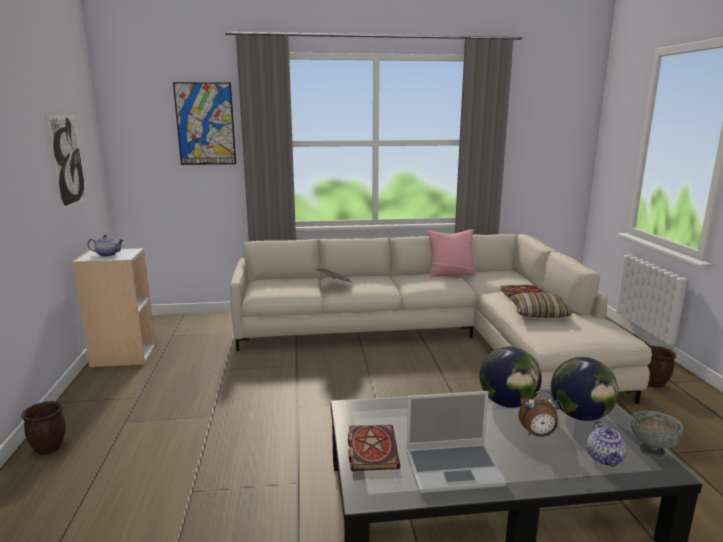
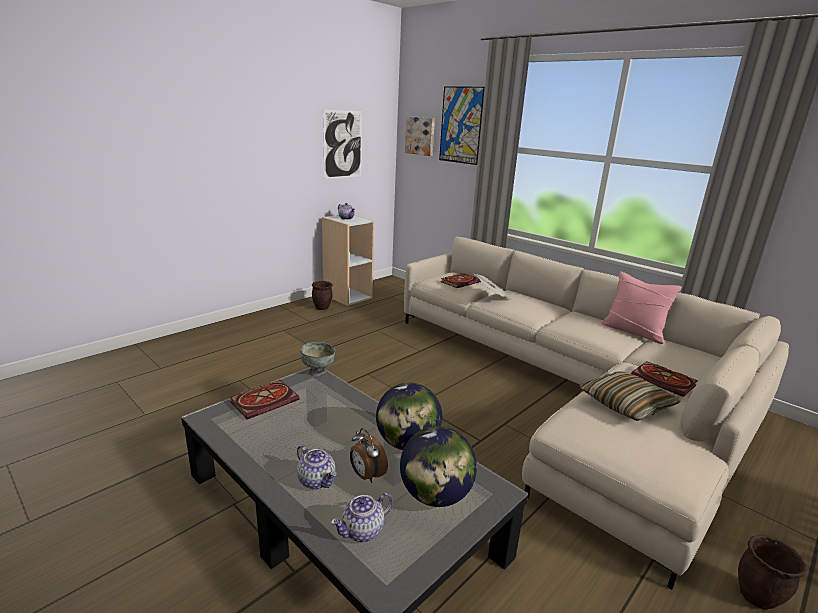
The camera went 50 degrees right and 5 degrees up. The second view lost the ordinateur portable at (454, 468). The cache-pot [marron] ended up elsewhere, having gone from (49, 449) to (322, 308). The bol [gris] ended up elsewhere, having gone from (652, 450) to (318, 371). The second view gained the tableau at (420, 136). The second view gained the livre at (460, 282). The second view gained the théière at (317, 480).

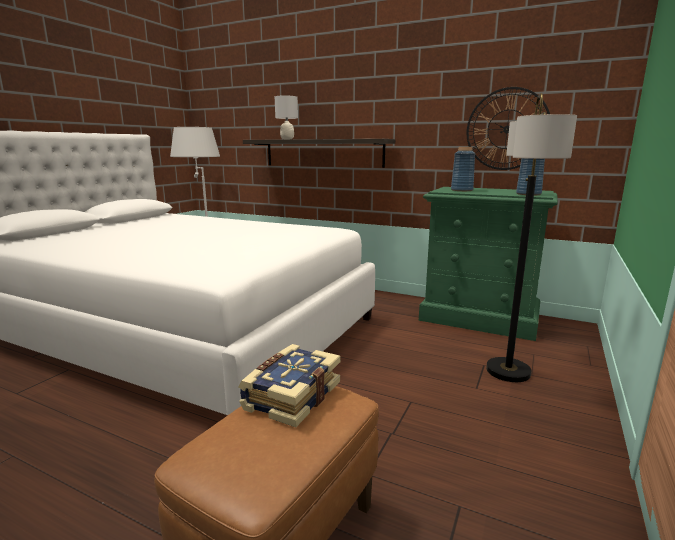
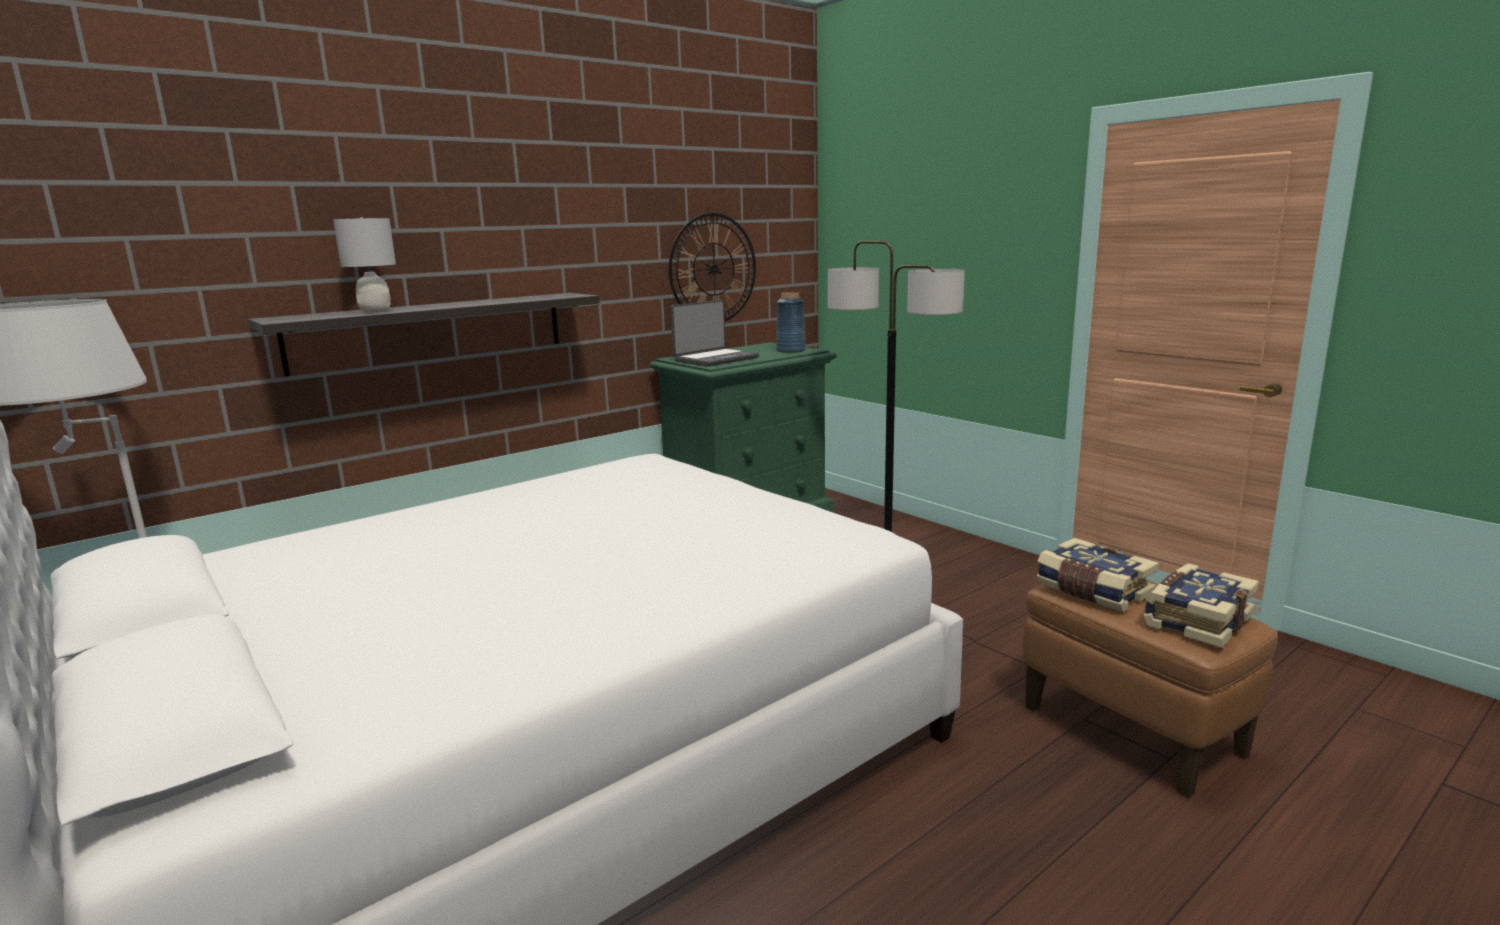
The camera went 65 degrees left and 0 degrees up. Where the vase [bleu] stood at (462, 190), the ordinateur portable came to stand at (715, 359). The second view gained the livre at (1196, 620).

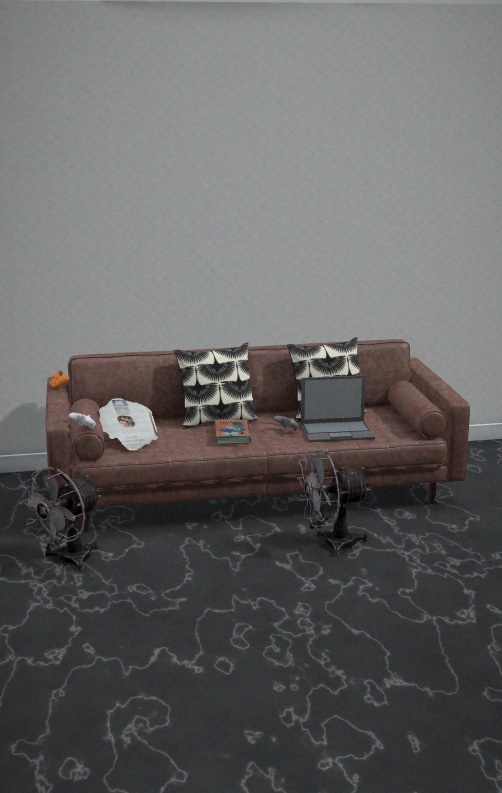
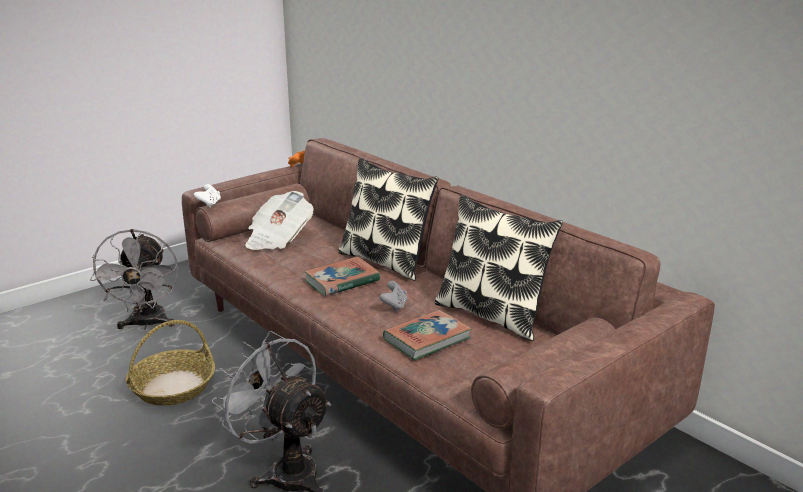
The camera went 60 degrees right and 5 degrees up. Where the ordinateur portable stood at (337, 431), the livre came to stand at (427, 339). The ventilateur [gris] at (67, 561) ended up facing another way, 105 degrees counterclockwise from before. The second view gained the panier at (173, 386).

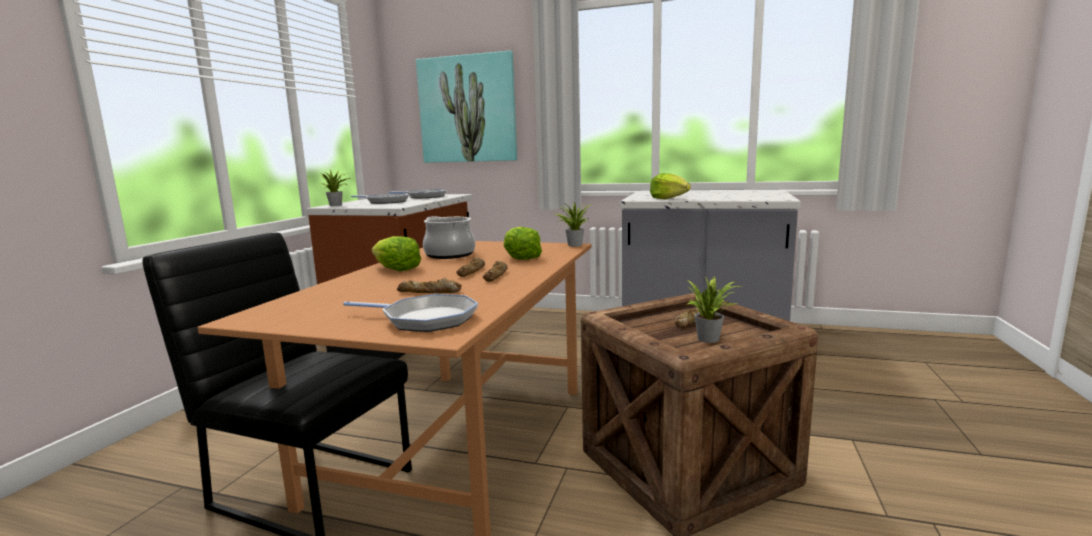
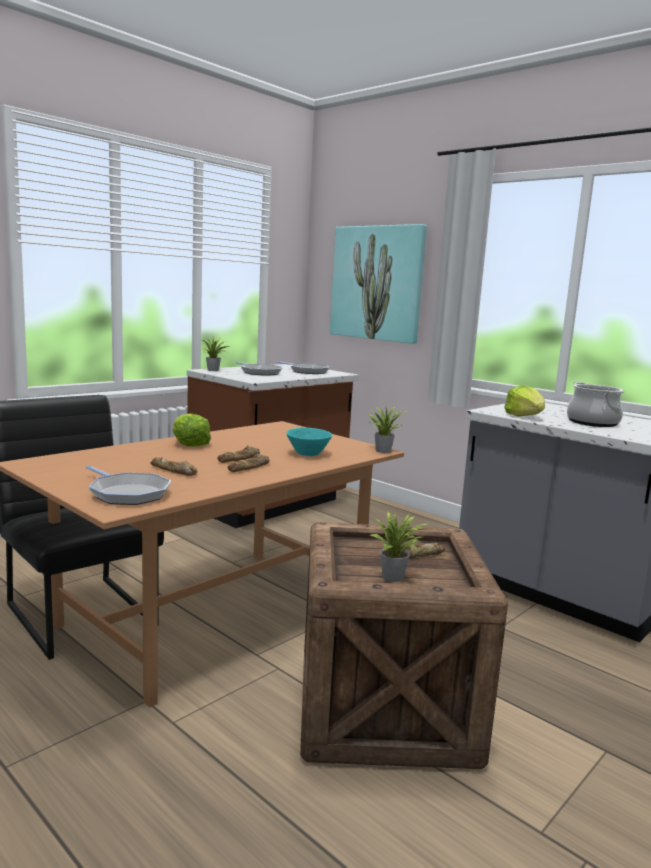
The camera went 25 degrees right and 0 degrees up. The marmite ended up elsewhere, having gone from (449, 255) to (592, 422). Where the laitue stood at (521, 257), the bol [turquoise] came to stand at (307, 454).

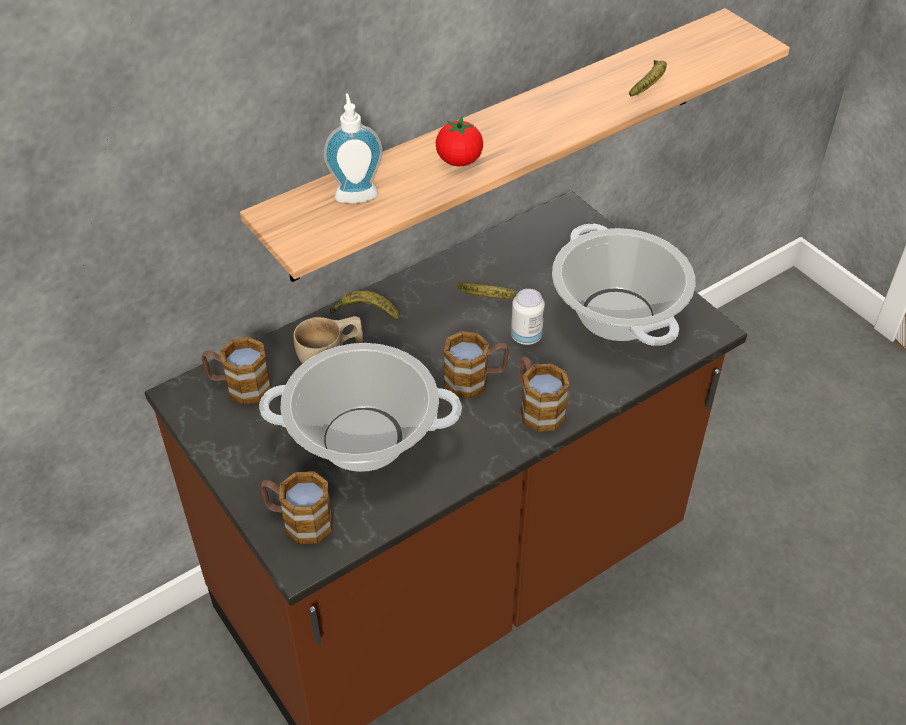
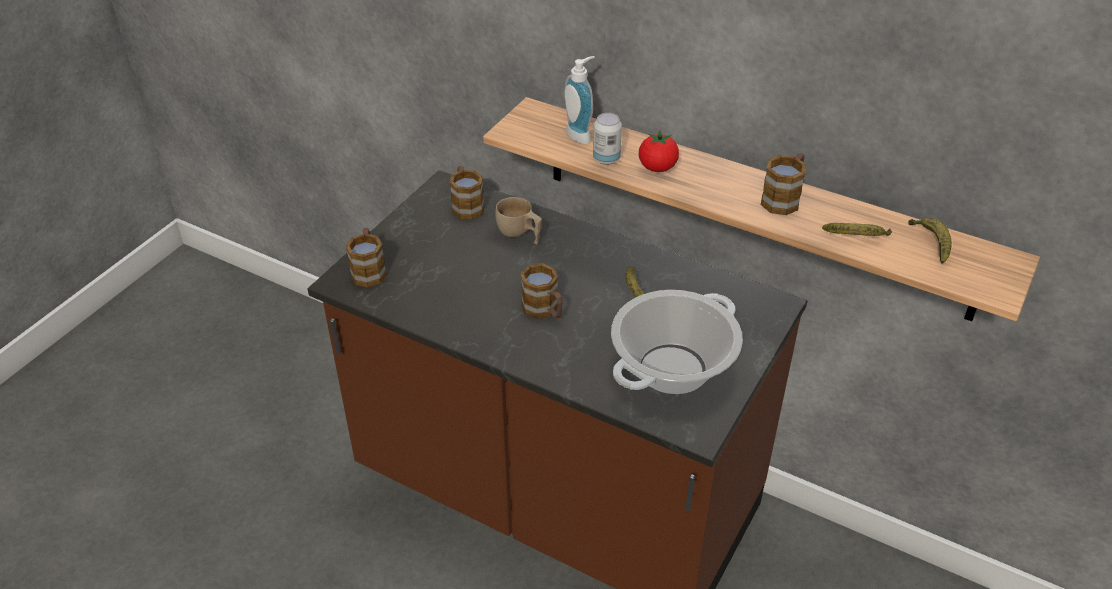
The camera went 65 degrees right and 5 degrees down. The boîte métallique ended up elsewhere, having gone from (526, 336) to (606, 159). The banane ended up elsewhere, having gone from (366, 312) to (931, 243). The second view lost the marmite at (363, 438). The mug ended up elsewhere, having gone from (537, 407) to (784, 198).

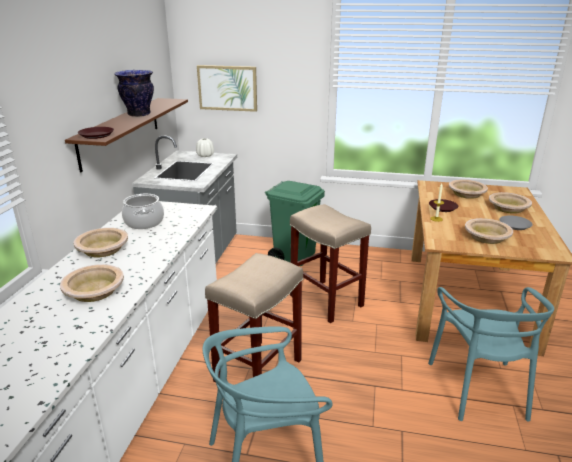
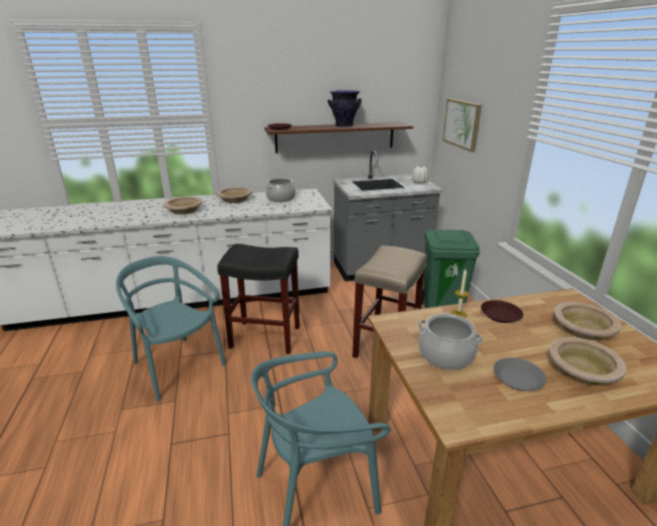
The camera went 65 degrees right and 0 degrees up. Where the bol [beige] stood at (486, 237), the marmite came to stand at (446, 355). What was the tabouret [beige] at (258, 369) turned into the tabouret [noir] at (266, 337).

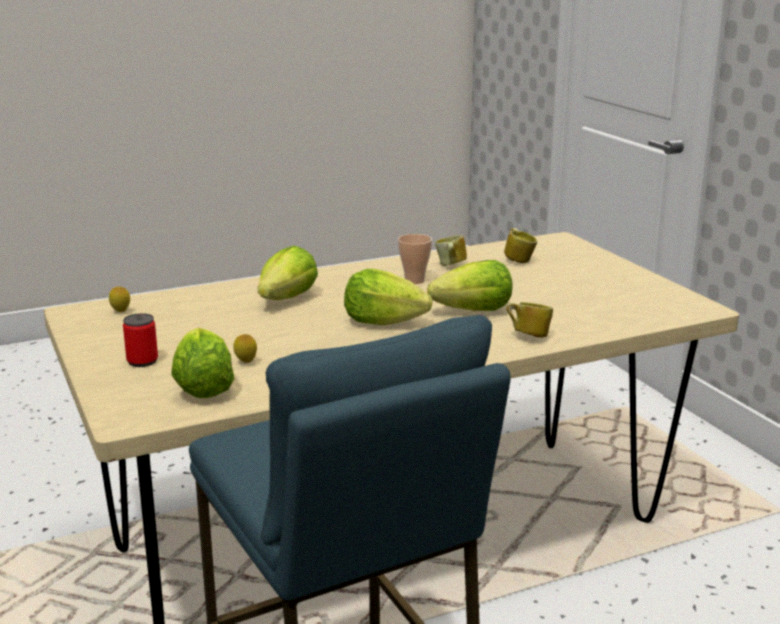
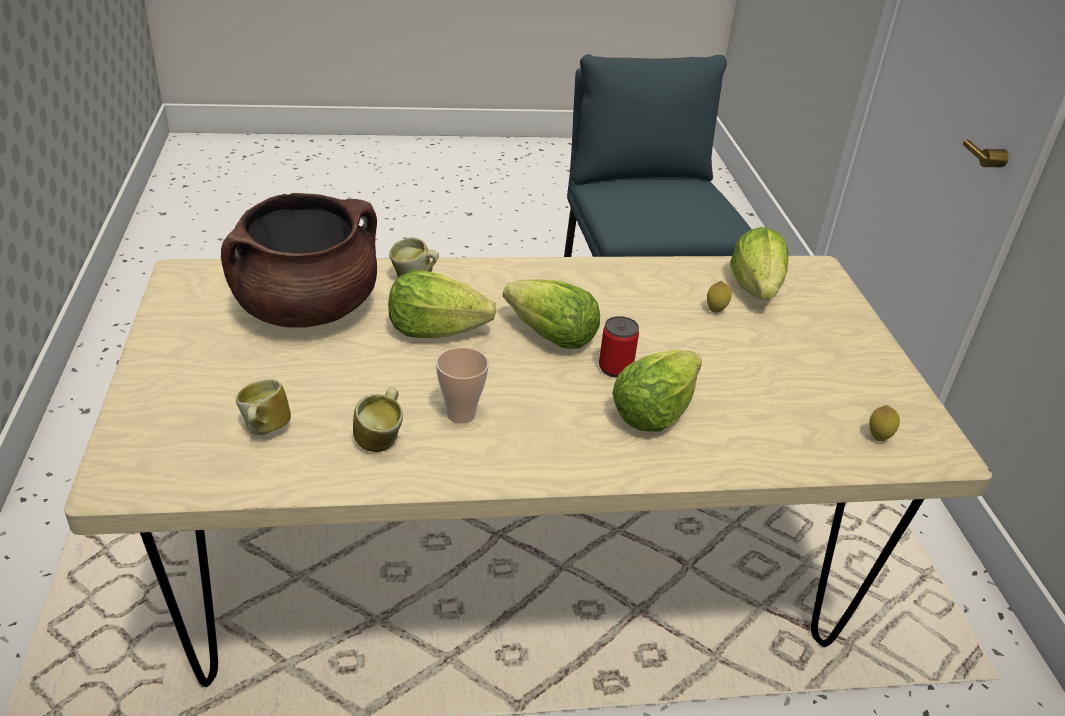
The camera went 165 degrees left and 15 degrees up. The boîte métallique ended up elsewhere, having gone from (142, 361) to (615, 368). The second view gained the marmite [marron] at (306, 309).

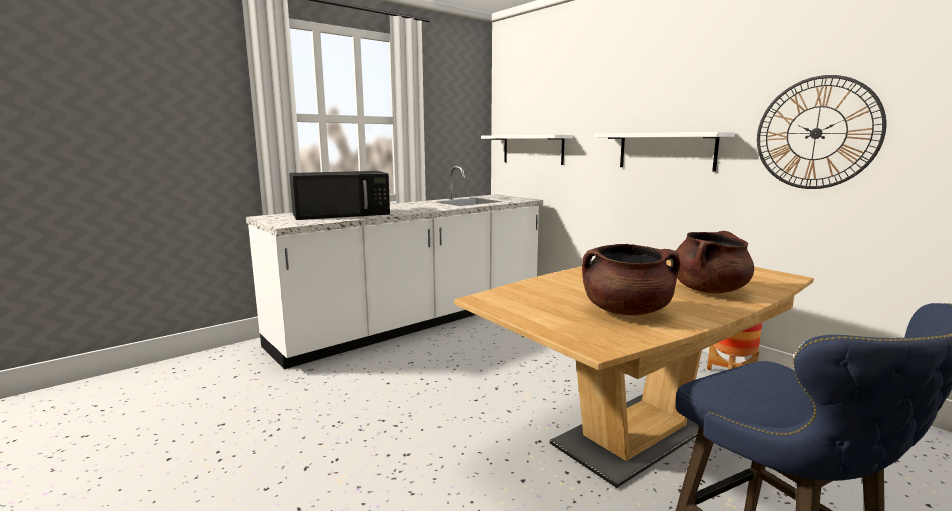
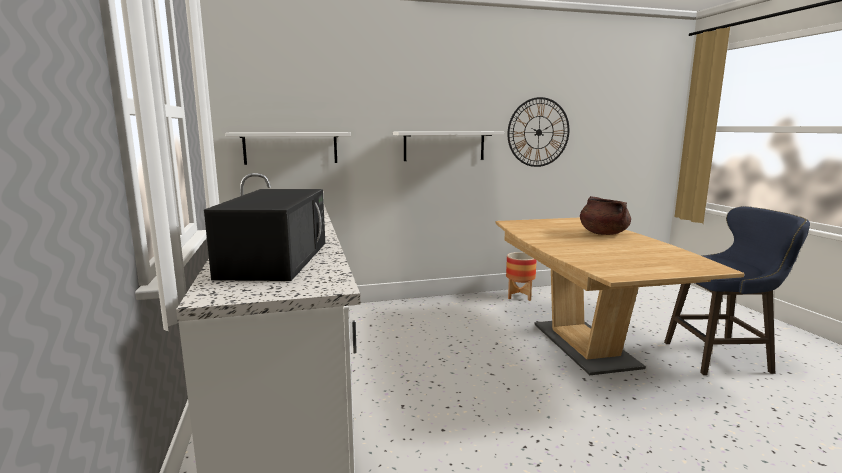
The camera went 65 degrees left and 0 degrees up. The second view lost the marmite [marron] at (626, 311).

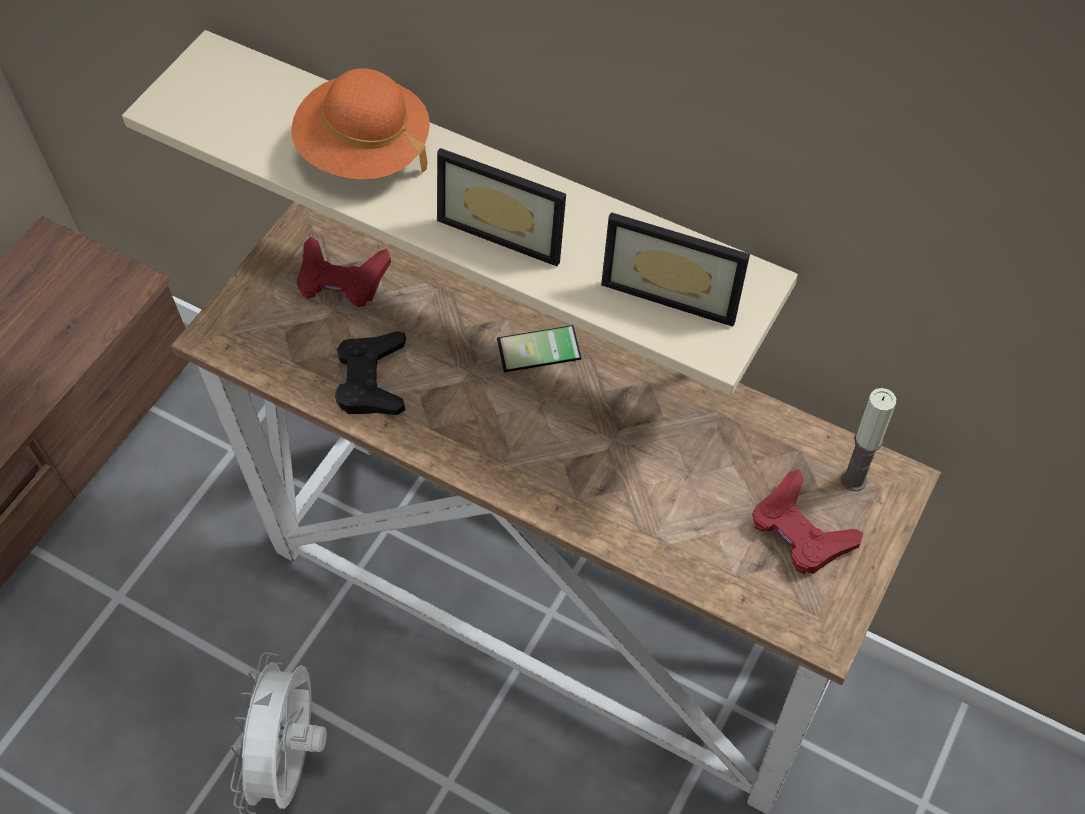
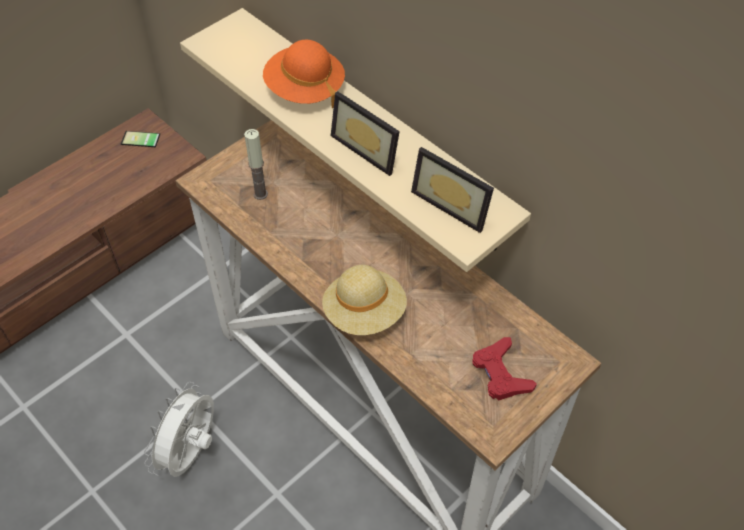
The camera went 15 degrees right and 5 degrees down. The second view lost the manette [rouge] at (341, 279). The téléphone ended up elsewhere, having gone from (539, 353) to (140, 141). The second view lost the manette [noir] at (372, 380). The bougie ended up elsewhere, having gone from (854, 479) to (260, 194). The second view gained the chapeau [beige] at (364, 313).

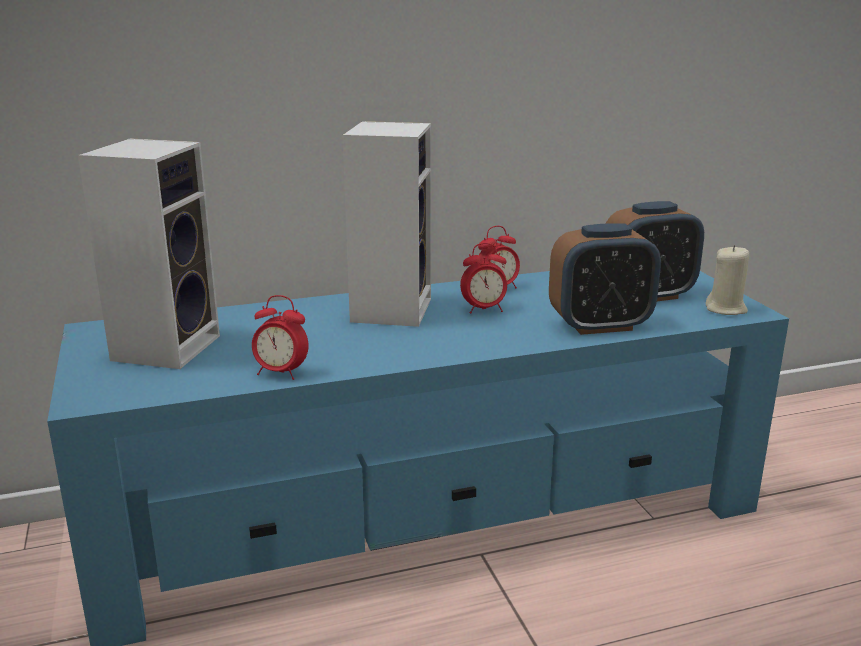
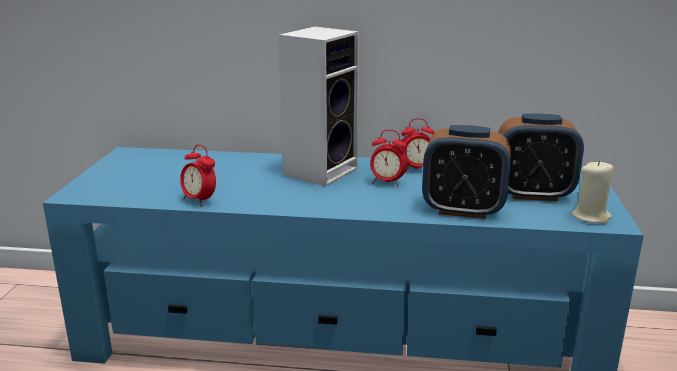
The camera went 25 degrees right and 0 degrees up. The second view lost the enceinte at (166, 346).

